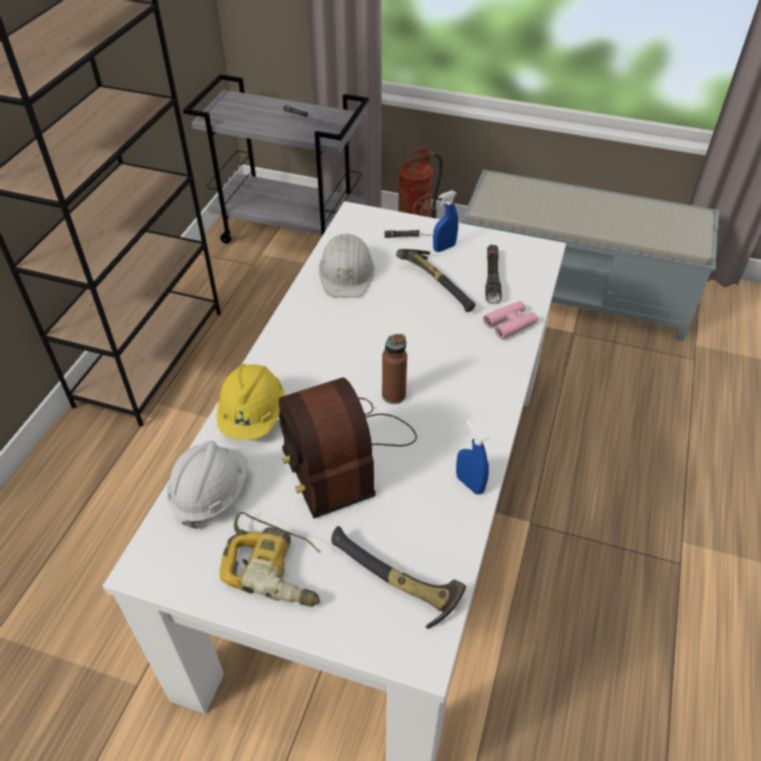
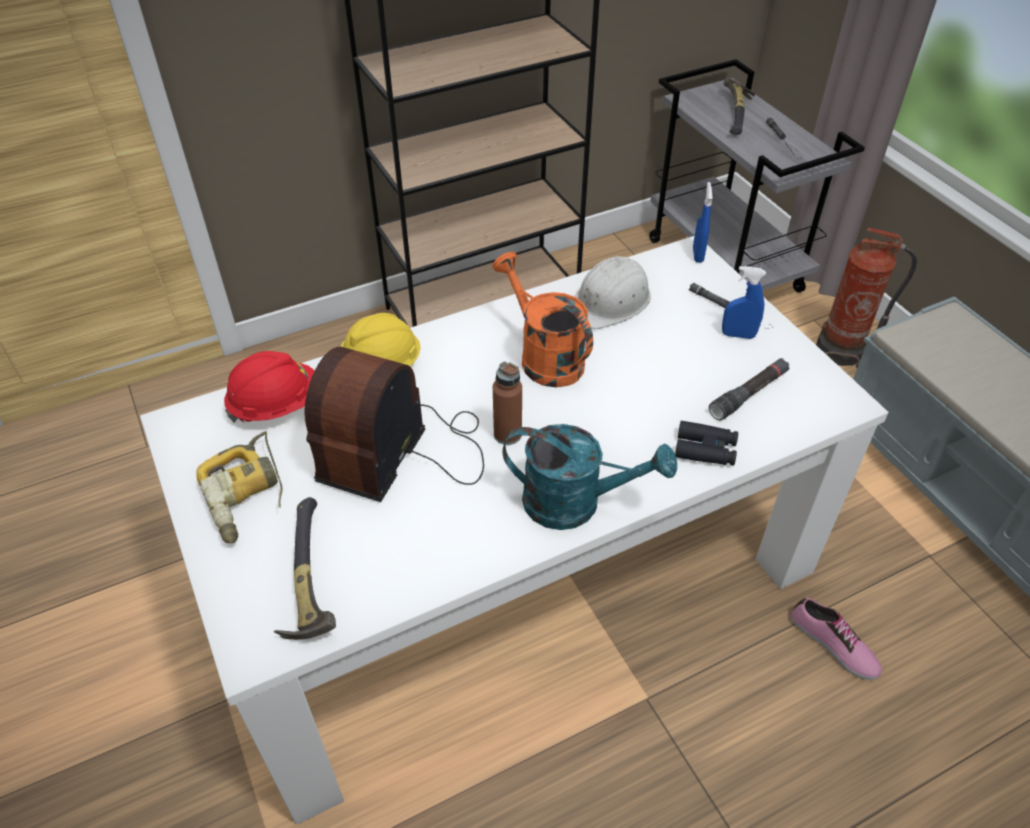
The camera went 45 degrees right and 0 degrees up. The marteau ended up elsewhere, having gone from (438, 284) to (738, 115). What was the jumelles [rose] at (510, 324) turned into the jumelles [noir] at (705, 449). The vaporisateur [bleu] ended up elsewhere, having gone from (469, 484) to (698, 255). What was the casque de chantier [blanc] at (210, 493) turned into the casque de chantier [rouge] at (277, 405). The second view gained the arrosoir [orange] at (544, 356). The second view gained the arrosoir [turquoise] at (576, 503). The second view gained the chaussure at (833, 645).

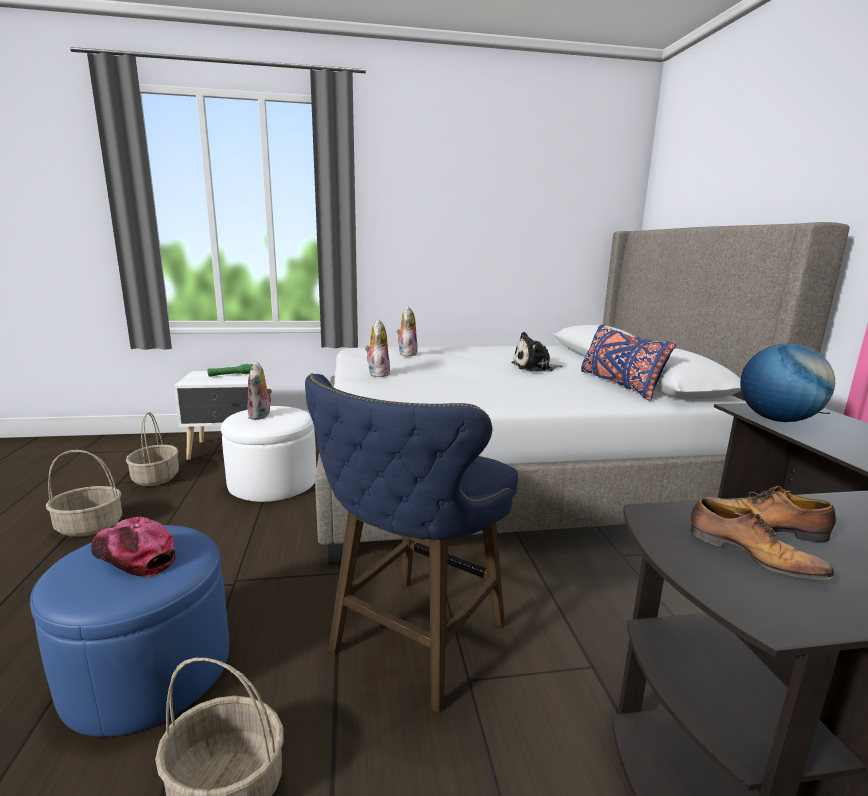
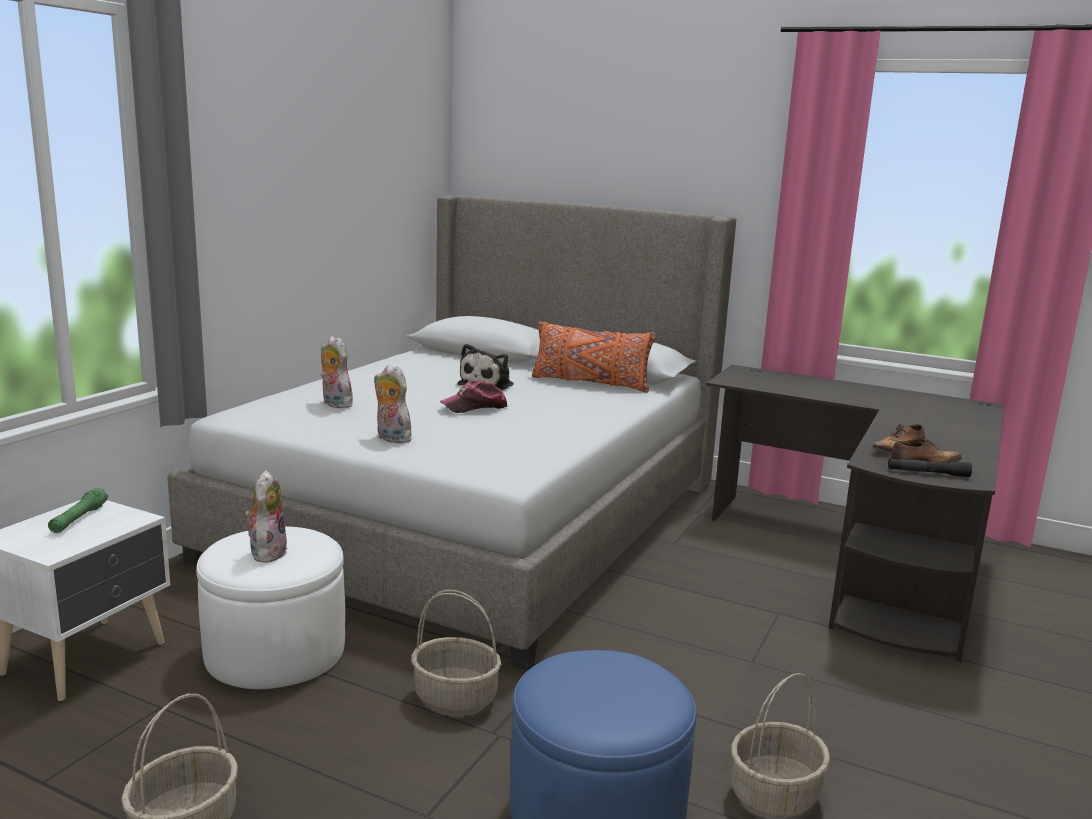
The camera went 55 degrees left and 0 degrees up. What was the coussin [bleu] at (619, 384) turned into the coussin [orange] at (590, 383). The second view lost the globe at (777, 420). The peluche at (261, 416) ended up facing another way, 120 degrees counterclockwise from before. The second view lost the tabouret [bleu] at (414, 642). The panier ended up elsewhere, having gone from (156, 478) to (456, 697). The casquette ended up elsewhere, having gone from (134, 555) to (475, 407). The second view gained the lampe de poche [noir] at (928, 473).

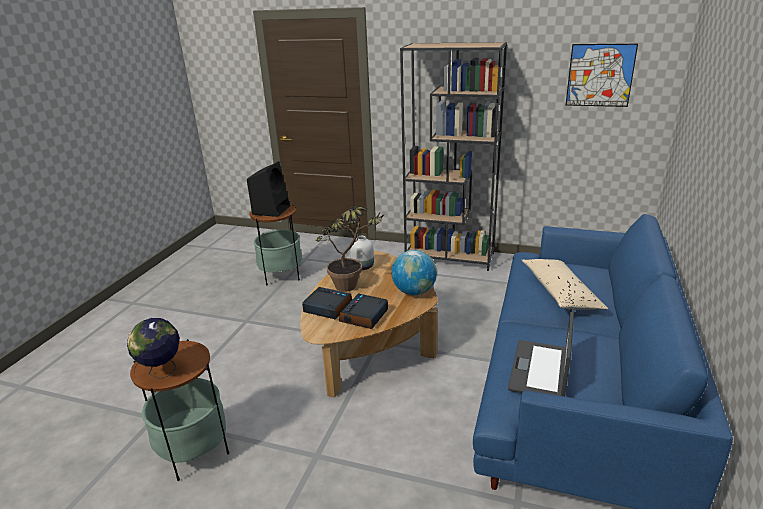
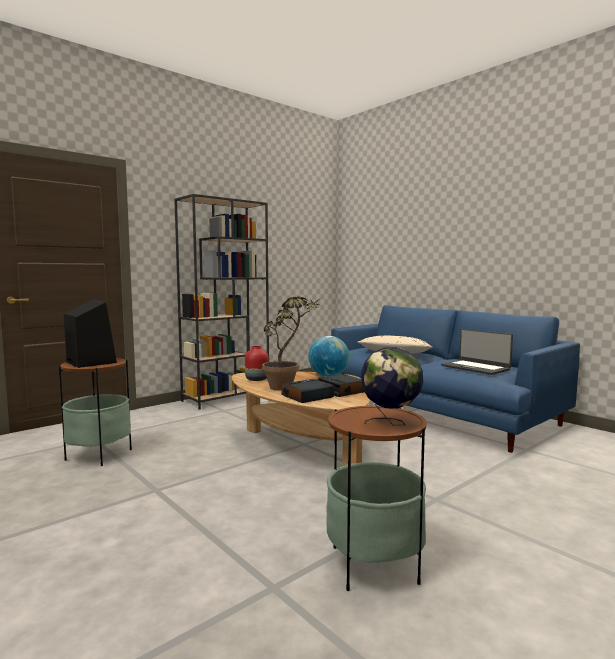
The camera went 60 degrees left and 20 degrees down. The second view lost the tableau at (600, 75). What was the vase [blanc] at (363, 266) turned into the vase [rouge] at (256, 379).

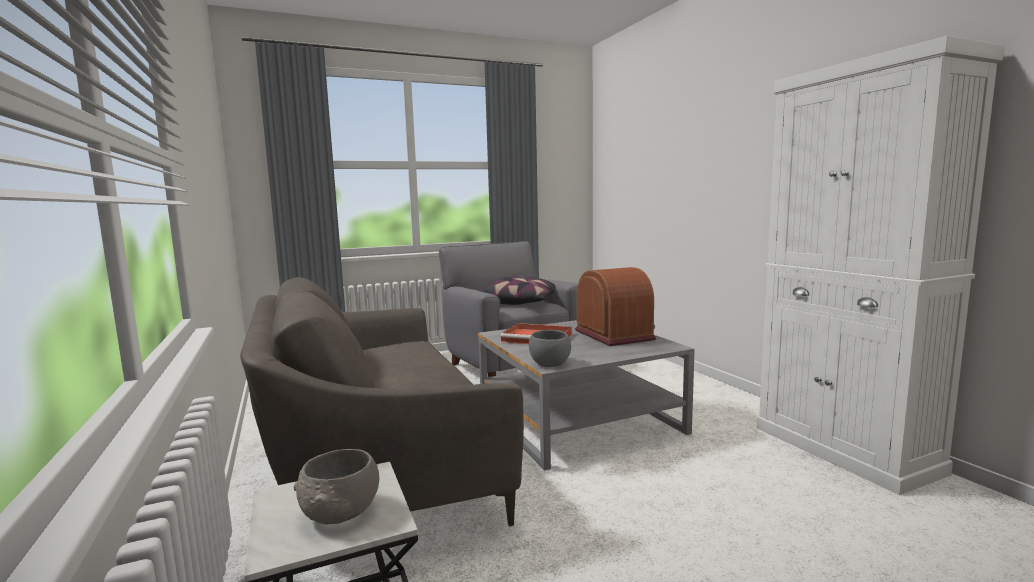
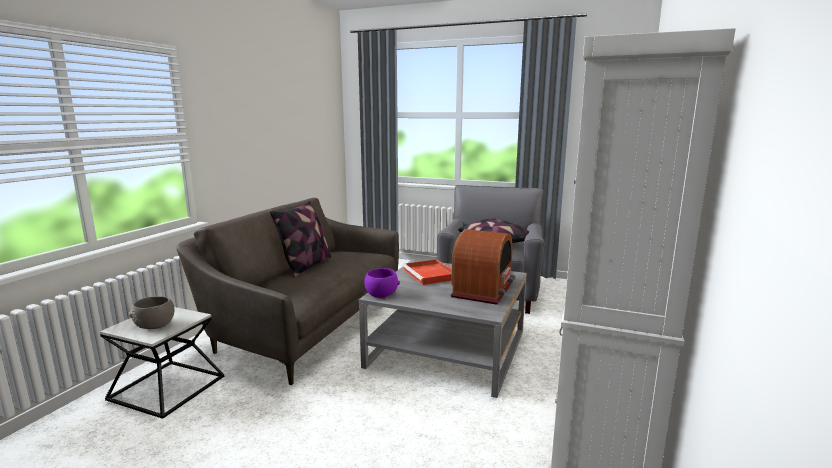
The camera went 45 degrees right and 5 degrees up. What was the bol [gris] at (549, 363) turned into the bol [violet] at (381, 294). The second view gained the coussin at (306, 266).

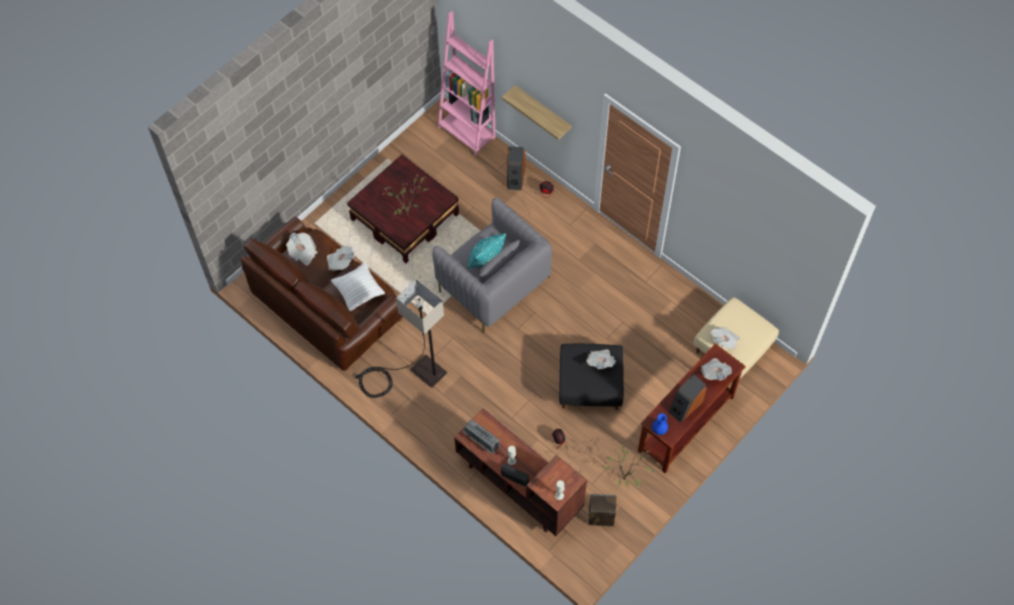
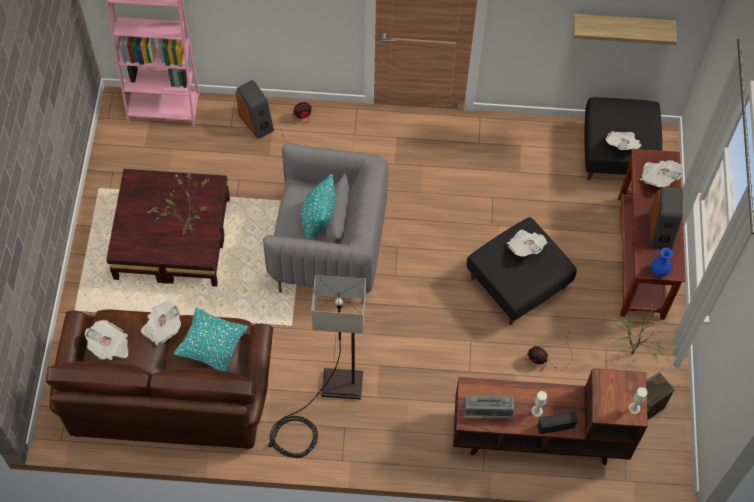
The camera went 40 degrees left and 0 degrees up. The étagère ended up elsewhere, having gone from (542, 111) to (622, 26). What was the coussin [blanc] at (358, 292) turned into the coussin [turquoise] at (212, 346). What was the pouf [beige] at (732, 349) turned into the pouf [noir] at (618, 154).

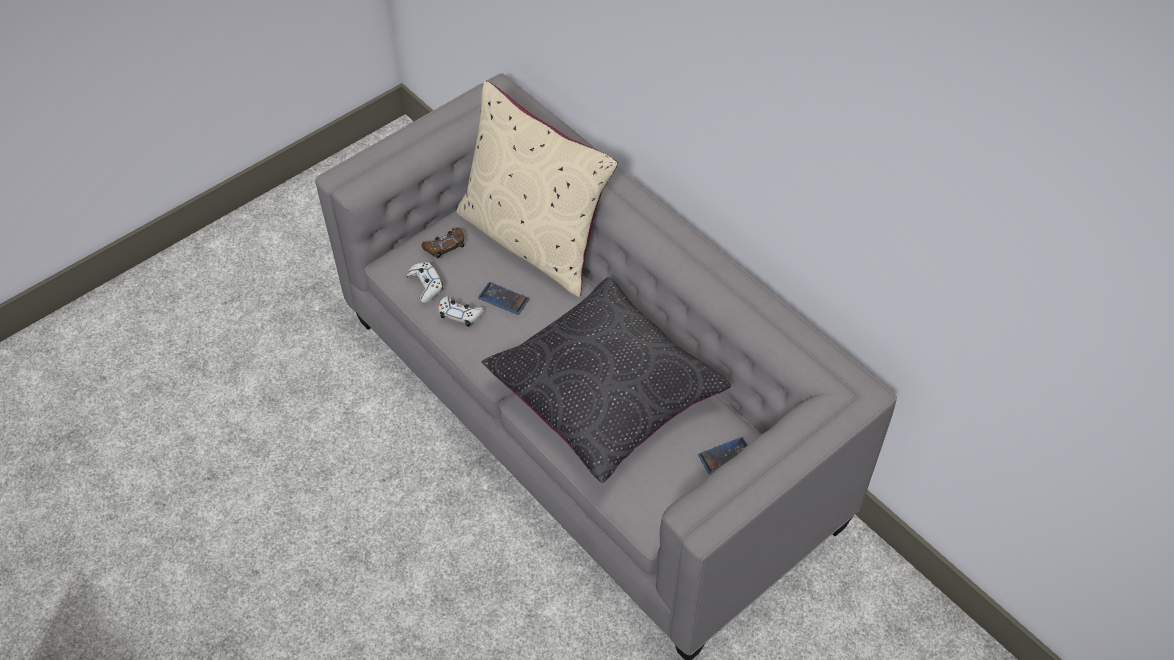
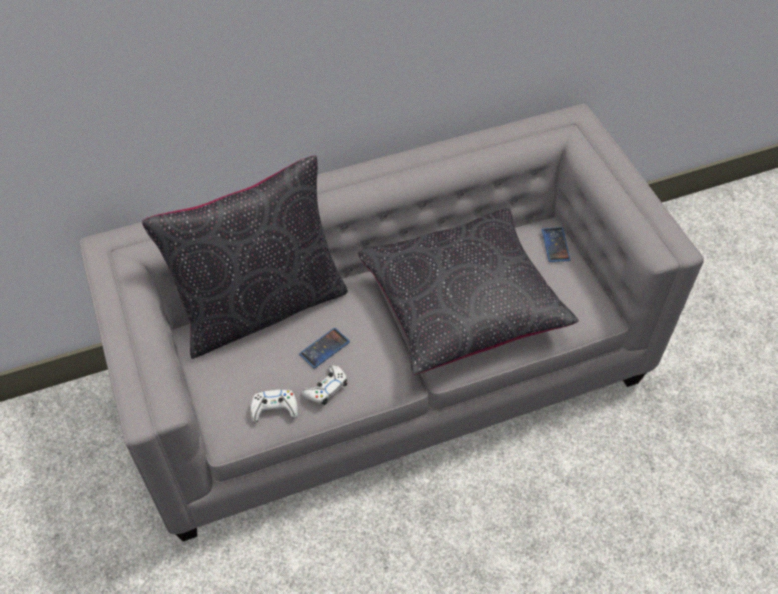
The camera went 70 degrees left and 0 degrees up. What was the coussin [beige] at (534, 239) turned into the coussin [noir] at (261, 306). The second view lost the manette [marron] at (445, 246).

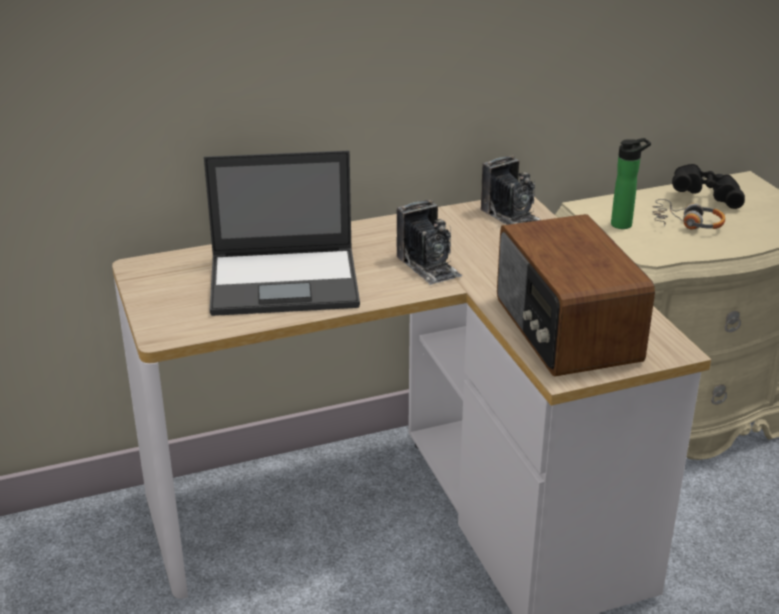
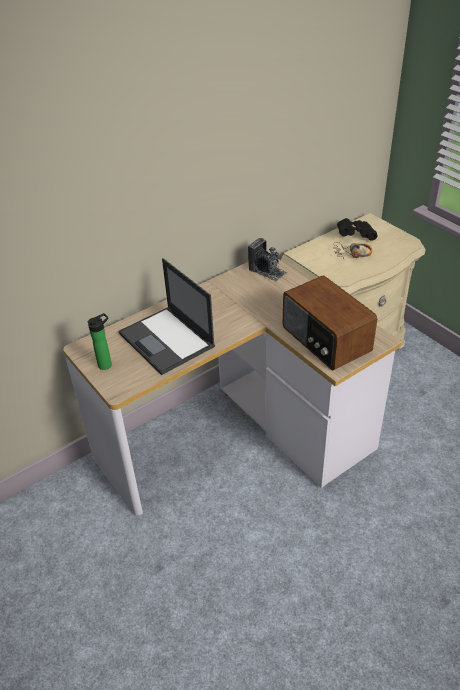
The camera went 15 degrees left and 10 degrees up. The bouteille ended up elsewhere, having gone from (624, 224) to (107, 364). The ordinateur portable at (286, 281) ended up facing another way, 75 degrees clockwise from before. The second view lost the appareil photo at (428, 266).

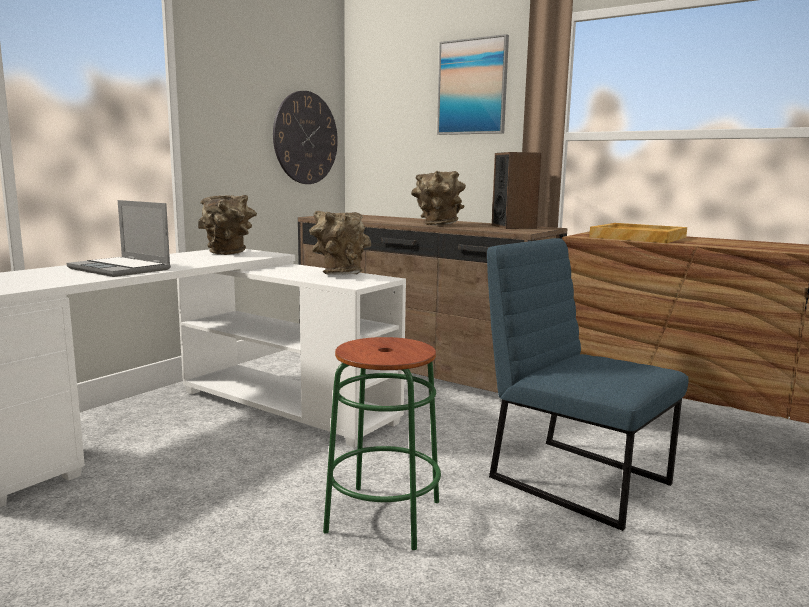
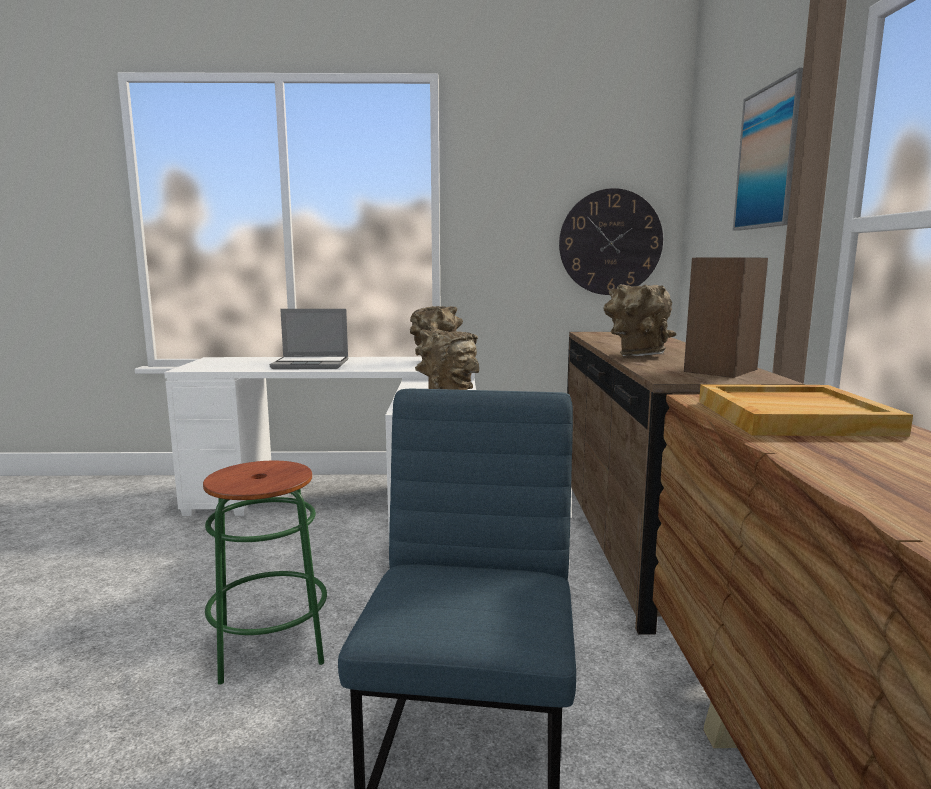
The camera went 55 degrees right and 0 degrees up. The ordinateur portable at (121, 269) ended up facing another way, 90 degrees counterclockwise from before.

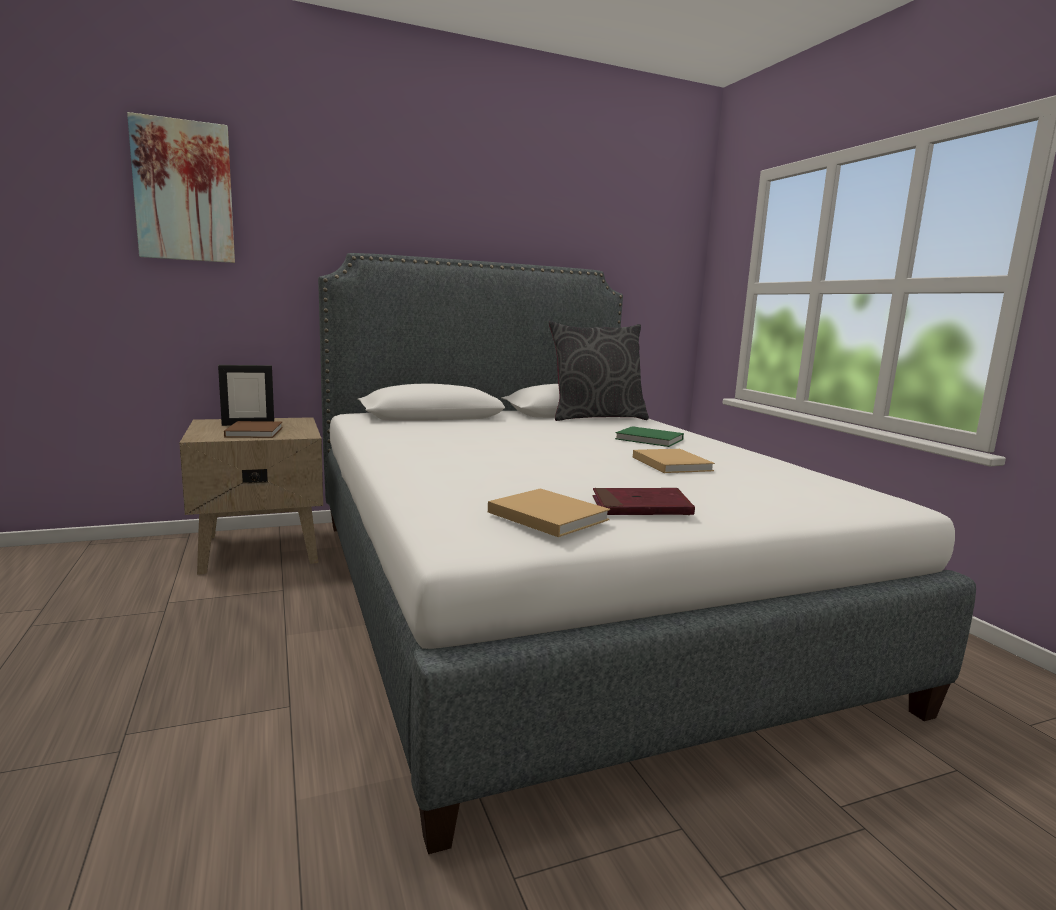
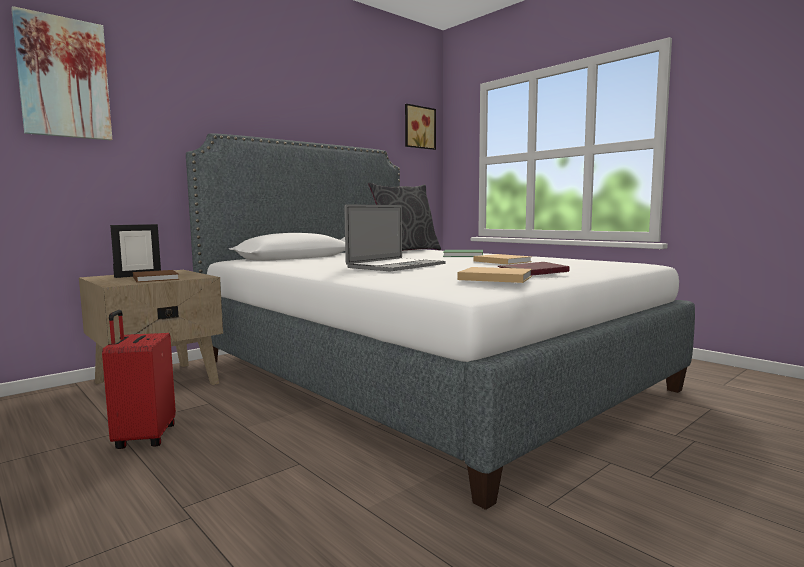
The camera went 20 degrees left and 5 degrees down. The second view gained the tableau at (418, 127). The second view gained the ordinateur portable at (396, 266). The second view gained the valise [rouge] at (144, 438).

